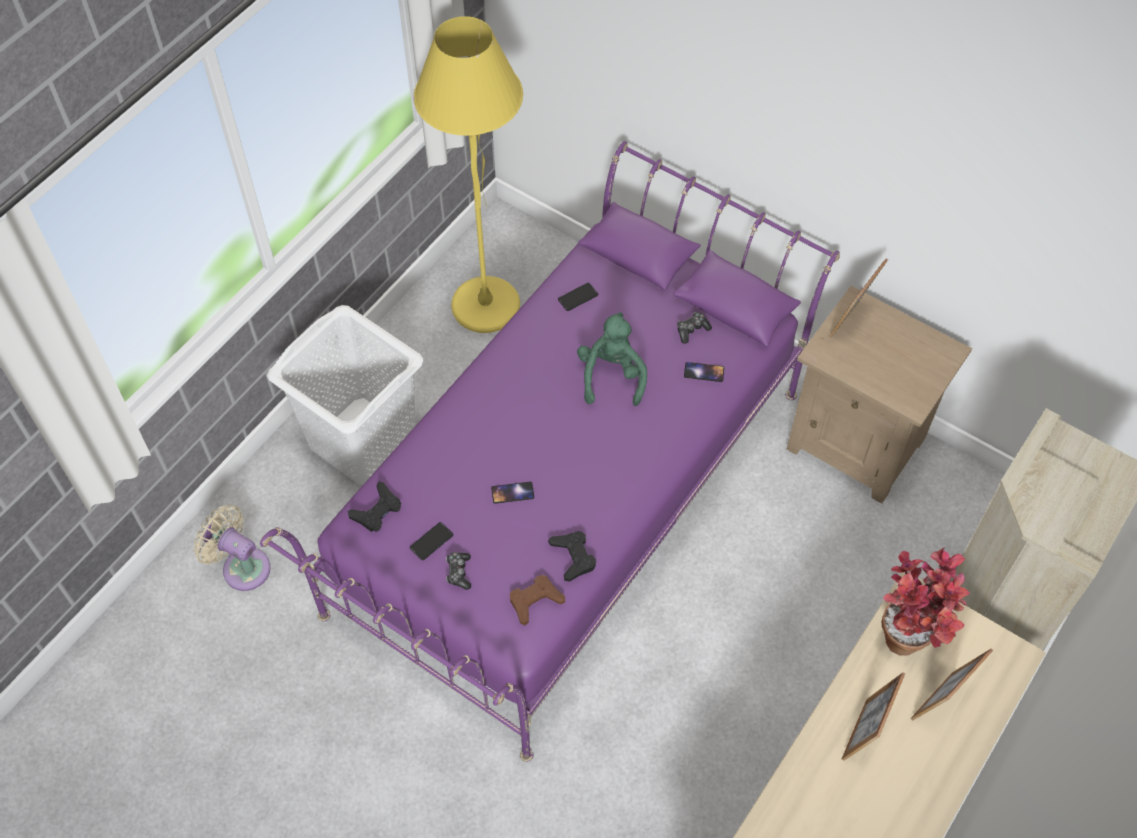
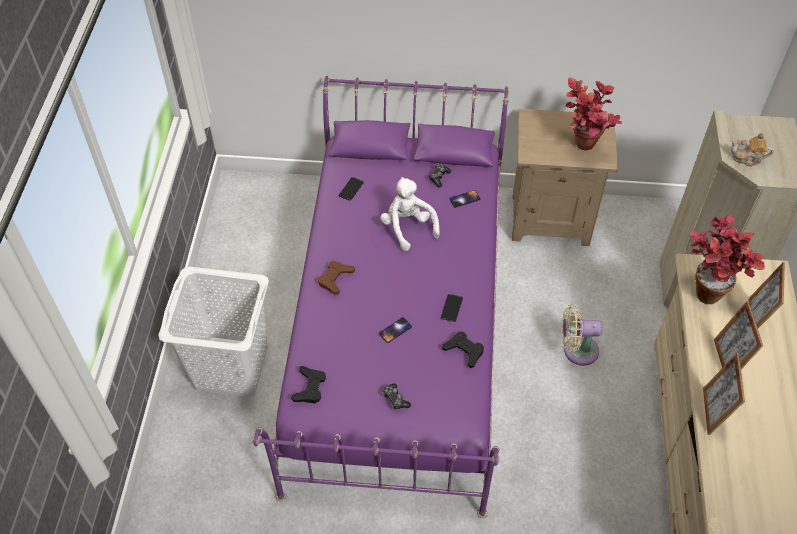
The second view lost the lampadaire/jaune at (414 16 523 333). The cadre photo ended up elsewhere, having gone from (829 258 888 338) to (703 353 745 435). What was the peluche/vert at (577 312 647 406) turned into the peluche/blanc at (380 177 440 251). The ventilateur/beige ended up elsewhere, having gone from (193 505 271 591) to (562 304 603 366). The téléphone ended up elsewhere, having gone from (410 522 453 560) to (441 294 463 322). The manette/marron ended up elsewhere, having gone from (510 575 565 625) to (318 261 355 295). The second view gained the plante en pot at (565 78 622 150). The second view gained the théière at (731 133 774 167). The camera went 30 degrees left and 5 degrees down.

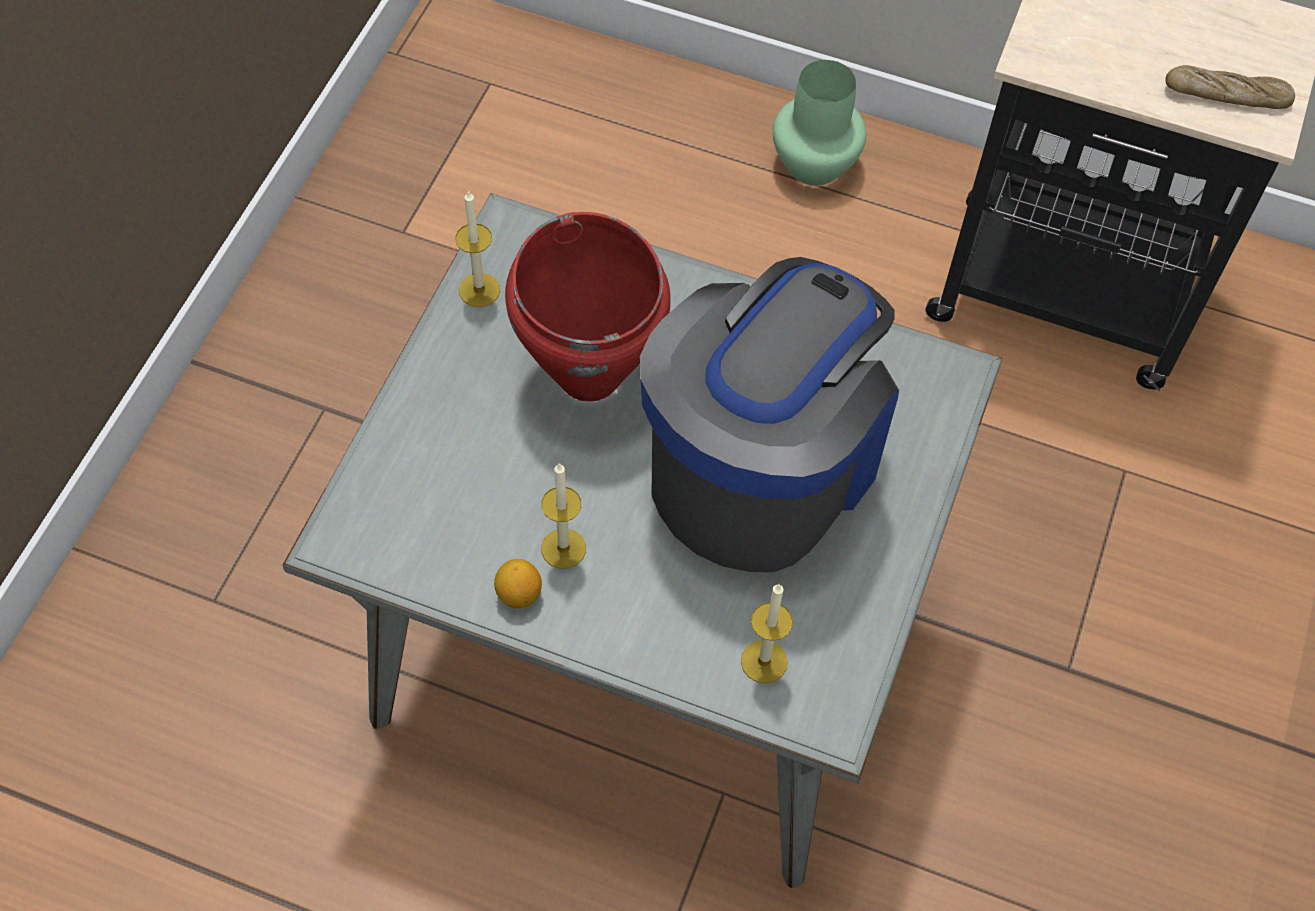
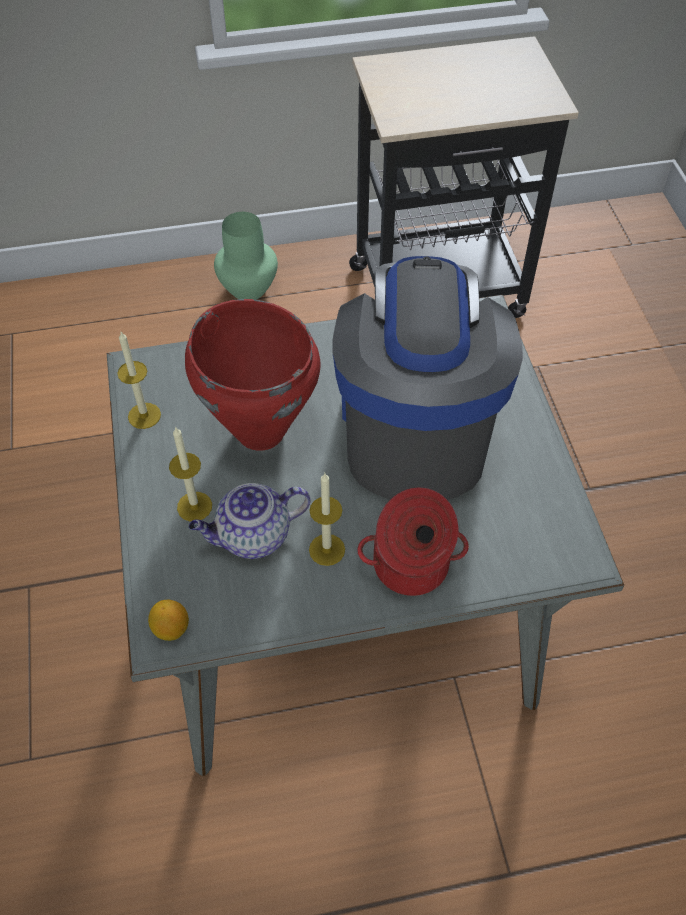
The second view lost the pain at (1165 65 1295 109). The citron ended up elsewhere, having gone from (494 559 542 609) to (148 600 189 641). The bougie ended up elsewhere, having gone from (741 584 793 683) to (169 426 212 522). The second view gained the théière at (189 483 311 559). The second view gained the marmite at (357 488 469 596). The camera went 30 degrees left and 5 degrees down.

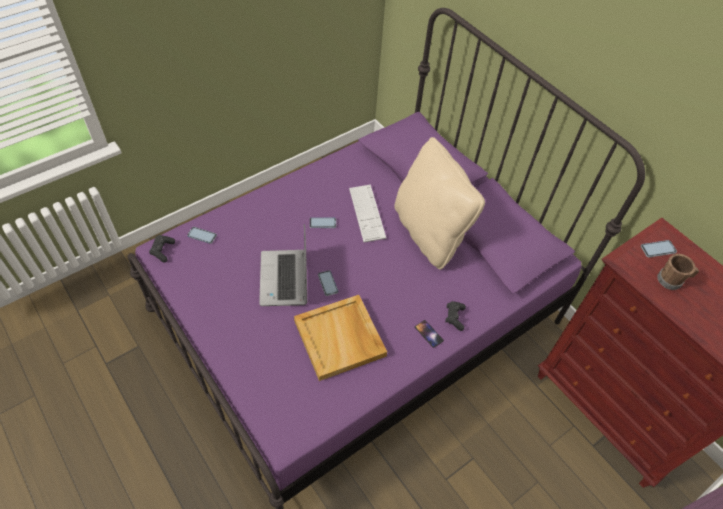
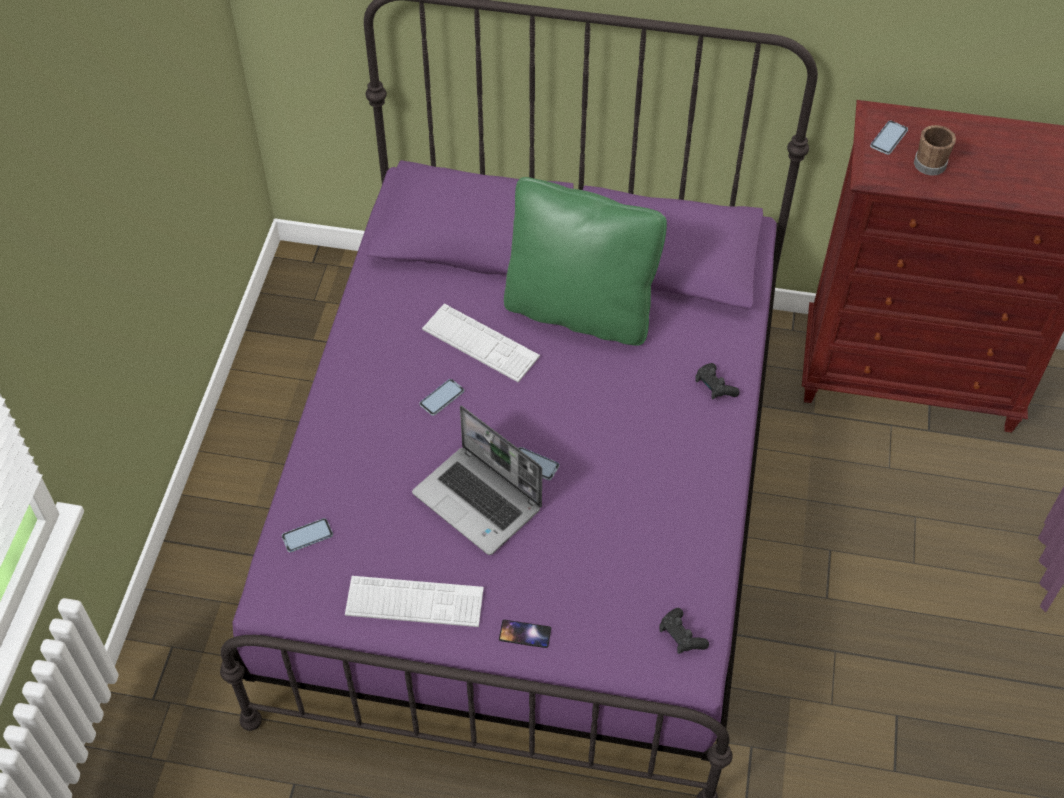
What was the coussin/beige at (394 137 485 269) turned into the coussin/vert at (504 177 667 346). The manette/noir ended up elsewhere, having gone from (149 235 175 263) to (659 608 709 654). The second view lost the plateau/beige at (294 295 387 381). The téléphone ended up elsewhere, having gone from (415 320 444 348) to (499 620 551 648). The second view gained the clavier at (345 576 484 627). The camera went 40 degrees left and 0 degrees up.

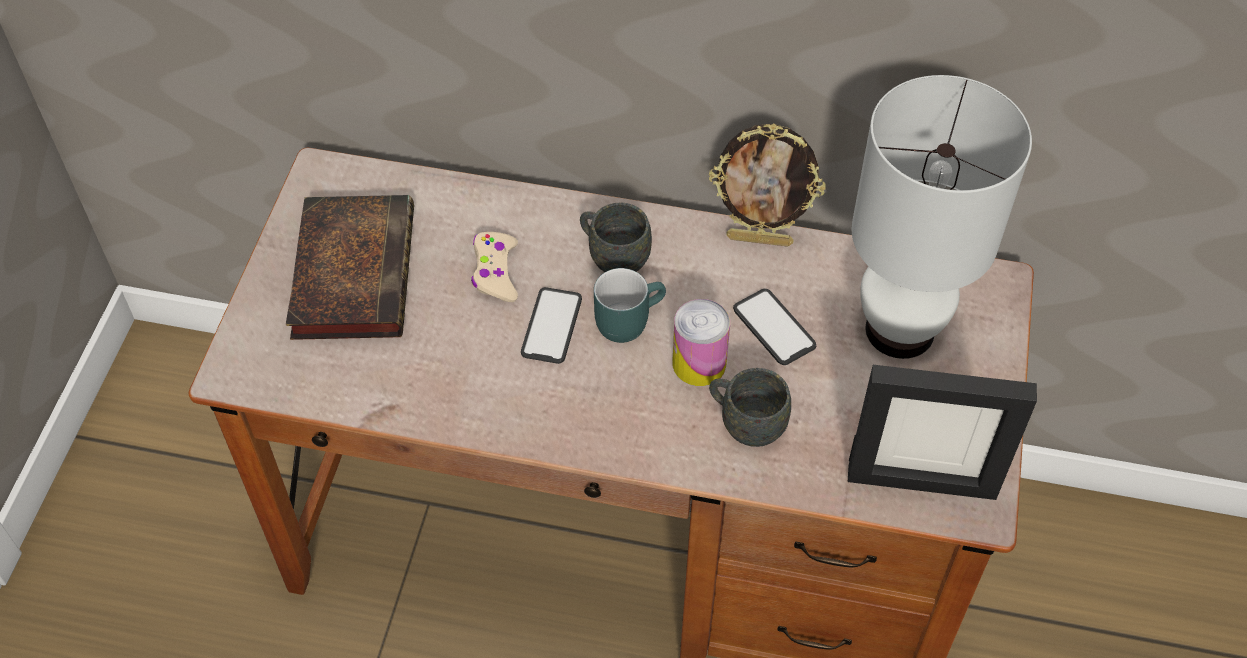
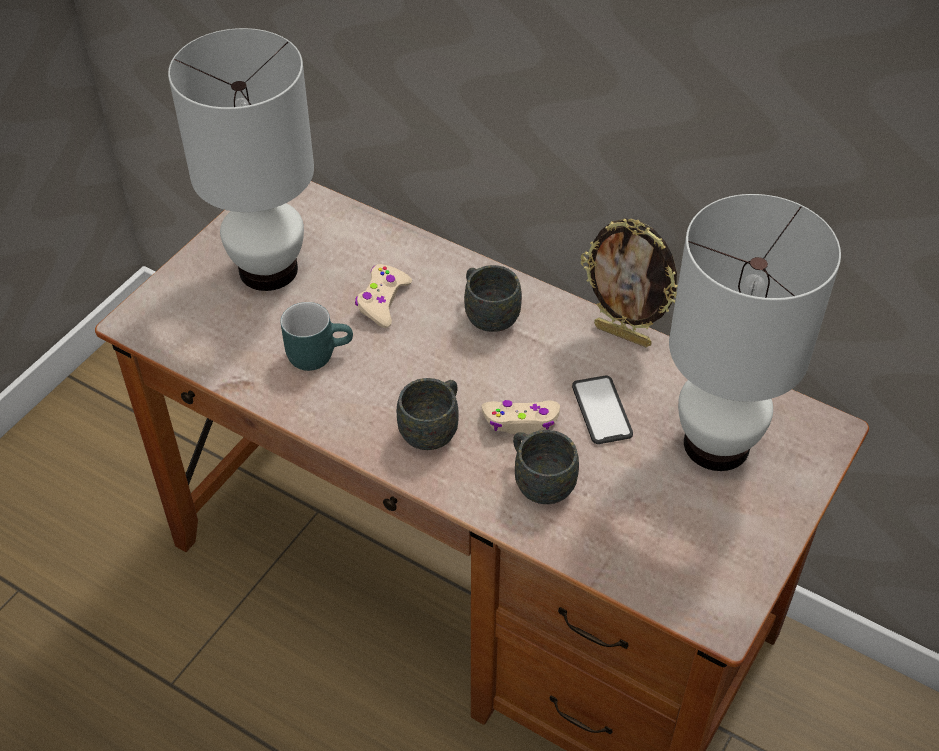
Where the livre stood at (286 195 414 340), the lampe de table/blanc came to stand at (168 28 314 291). The mug/turquoise ended up elsewhere, having gone from (594 268 666 343) to (280 302 353 371). The second view lost the téléphone at (521 287 582 364). Where the boîte métallique stood at (672 299 730 386), the manette/beige came to stand at (482 400 560 434). The second view lost the cadre photo at (848 365 1037 500). The second view gained the mug/gris at (397 378 459 450). The camera went 20 degrees right and 5 degrees down.

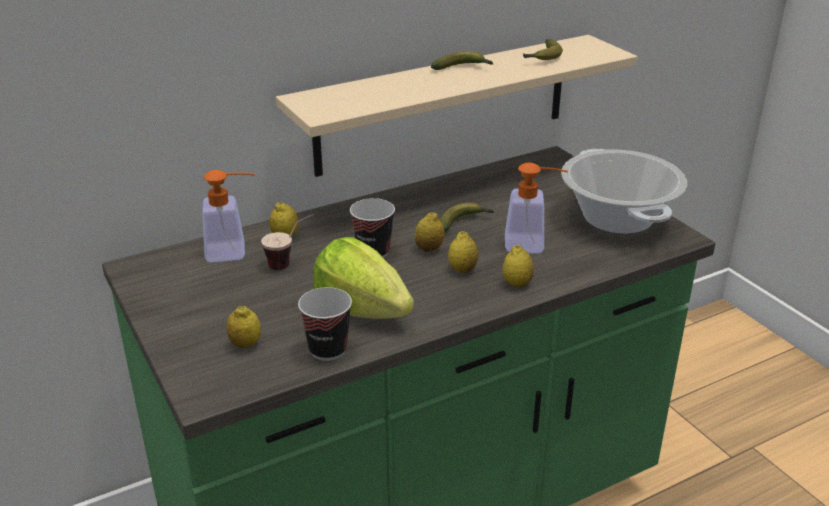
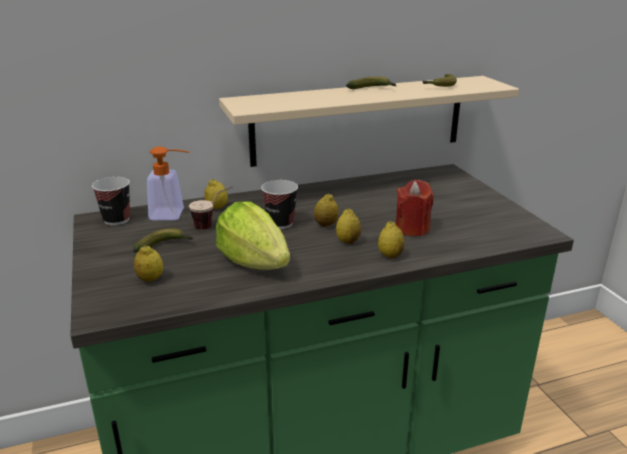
The second view lost the marmite at (561 149 687 234). Where the distributeur de savon stood at (505 163 568 253), the bougie/rouge came to stand at (396 180 434 236). The banane ended up elsewhere, having gone from (440 202 494 232) to (133 228 193 253). The tasse ended up elsewhere, having gone from (298 287 352 361) to (92 177 130 225). The camera went 10 degrees right and 5 degrees down.

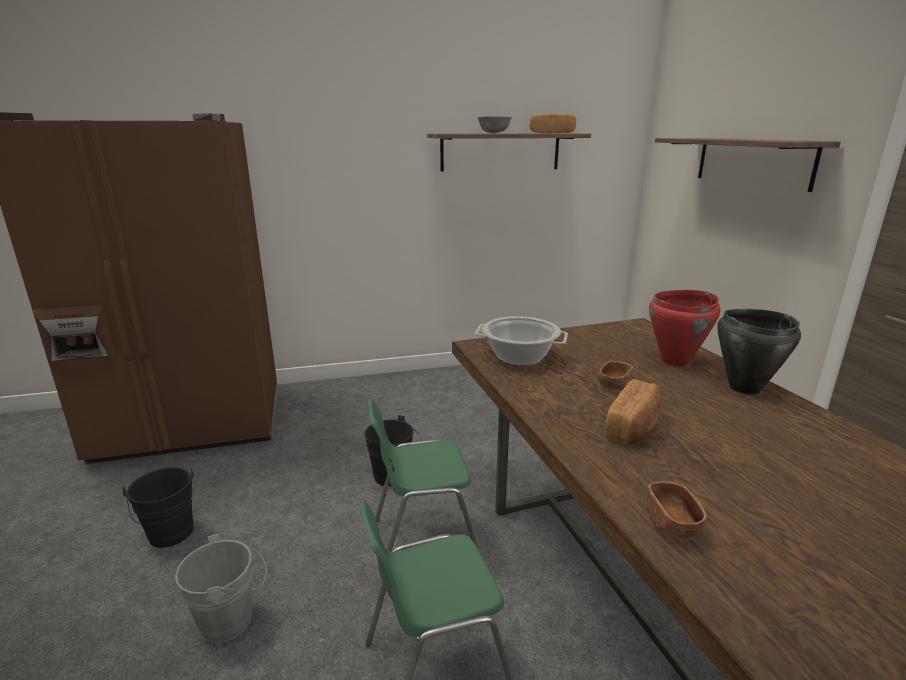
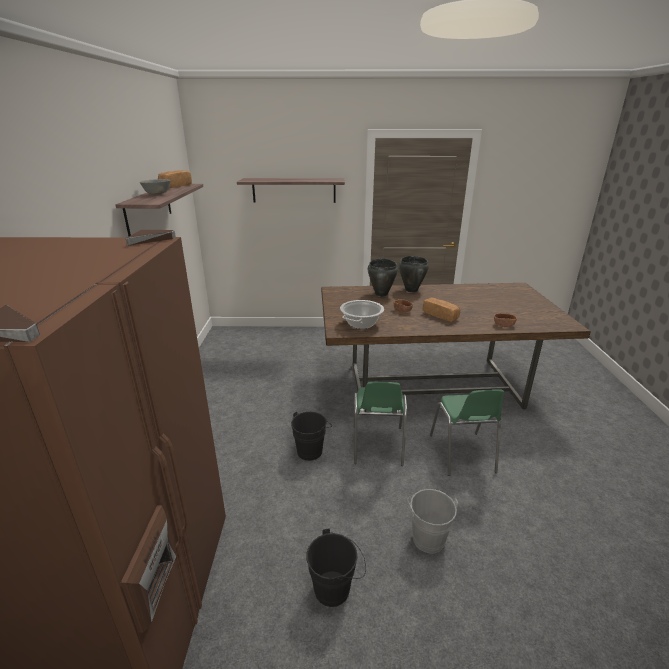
What was the marmite/rouge at (649 290 720 367) turned into the marmite/noir at (368 258 398 296). The camera went 75 degrees left and 5 degrees up.

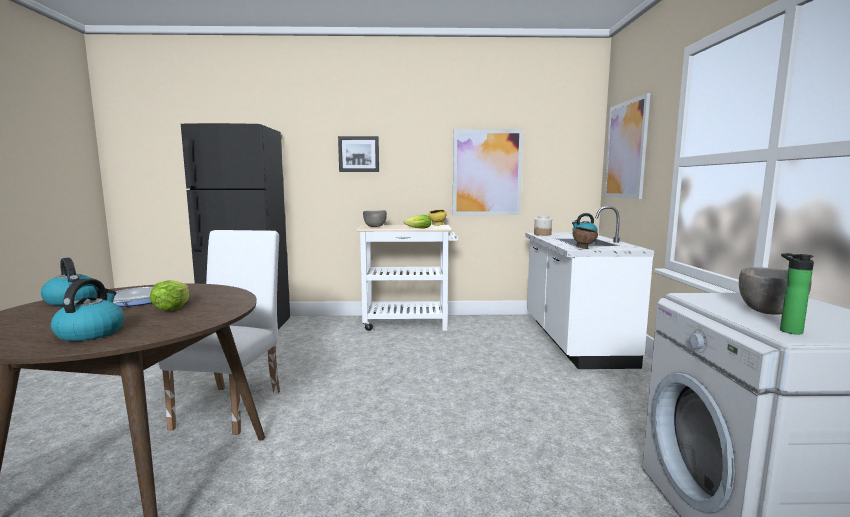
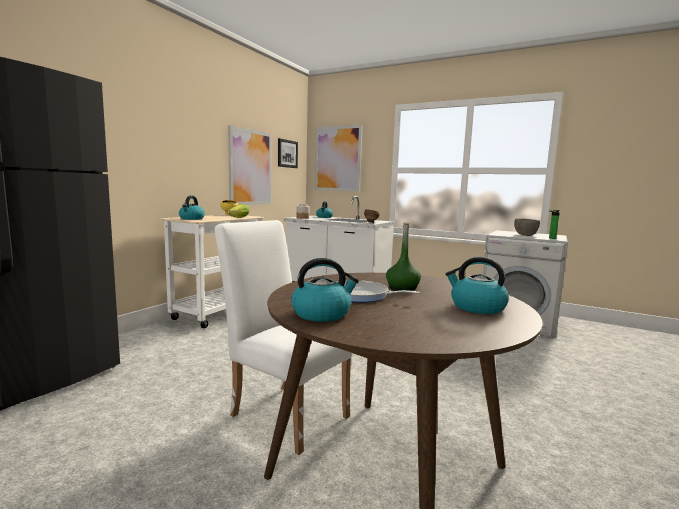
The tableau ended up elsewhere, having gone from (338 136 379 172) to (278 138 298 168). Where the bol/gris stood at (363 210 387 227), the bouilloire came to stand at (179 196 205 220). Where the laitue stood at (150 280 189 311), the bouteille/vert came to stand at (386 222 421 291). The camera went 60 degrees left and 0 degrees up.

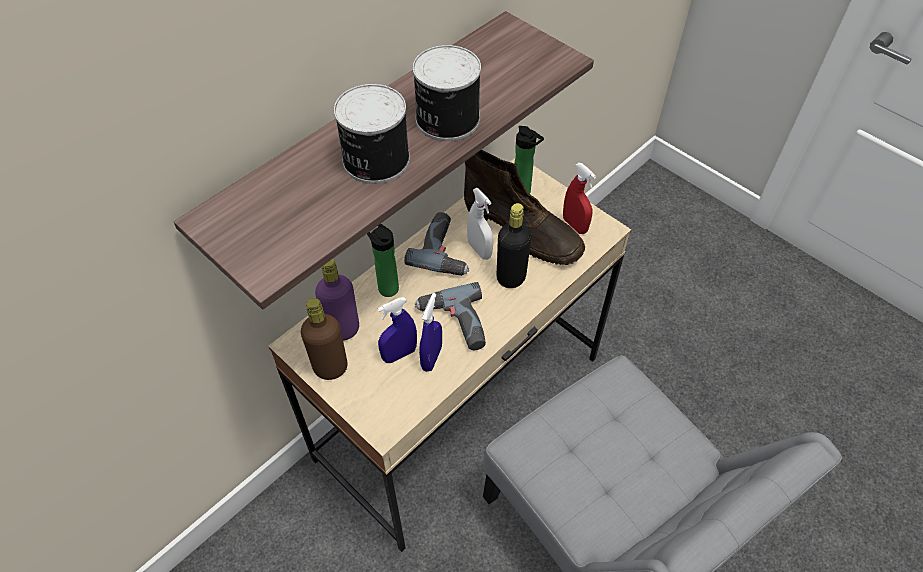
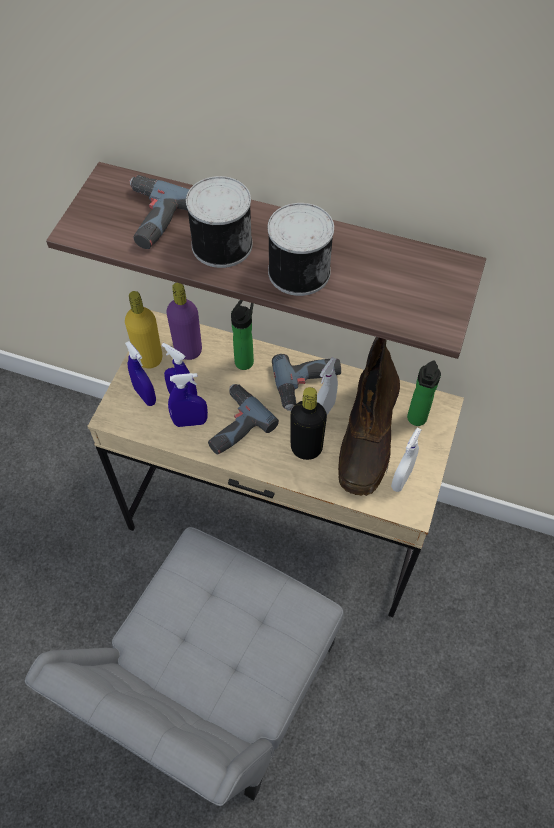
What was the vaporisateur/rouge at (563 163 596 234) turned into the vaporisateur/blanc at (391 428 421 492). What was the bouteille/marron at (301 298 348 380) turned into the bouteille/jaune at (125 291 162 368). The second view gained the perceuse at (129 175 189 249). The second view gained the vaporisateur/bleu at (125 341 156 406). The camera went 65 degrees right and 5 degrees up.

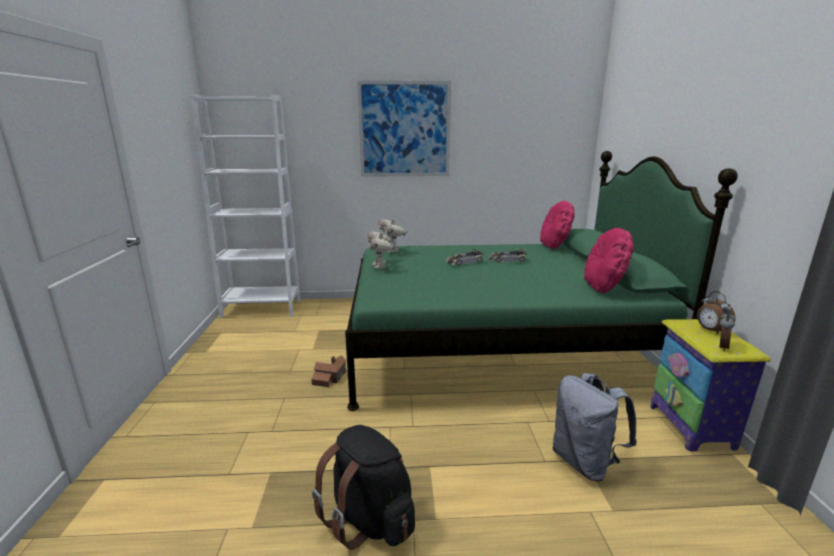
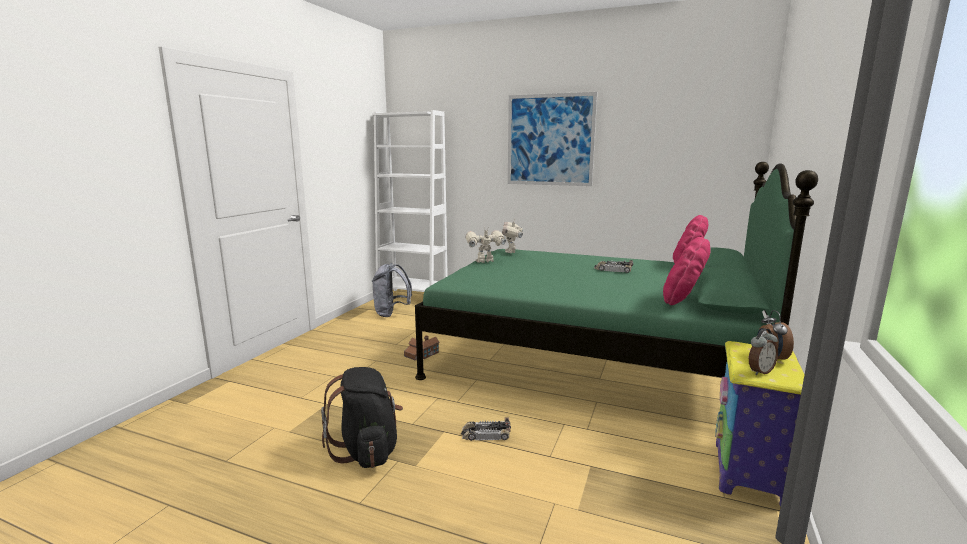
The robot jouet at (367 230 395 269) ended up facing another way, 60 degrees clockwise from before. The petite voiture ended up elsewhere, having gone from (446 249 484 265) to (461 417 511 441). The sac à dos/gris ended up elsewhere, having gone from (552 373 637 481) to (372 263 412 317). The camera went 25 degrees right and 5 degrees down.

